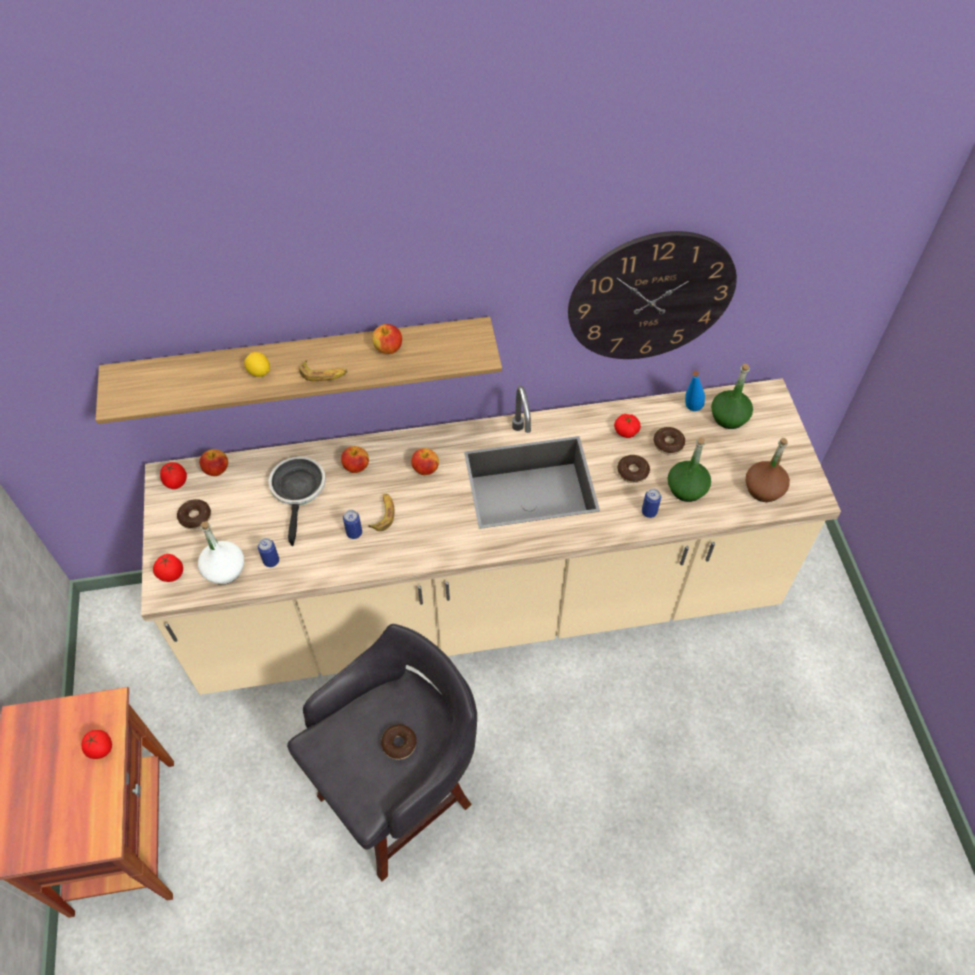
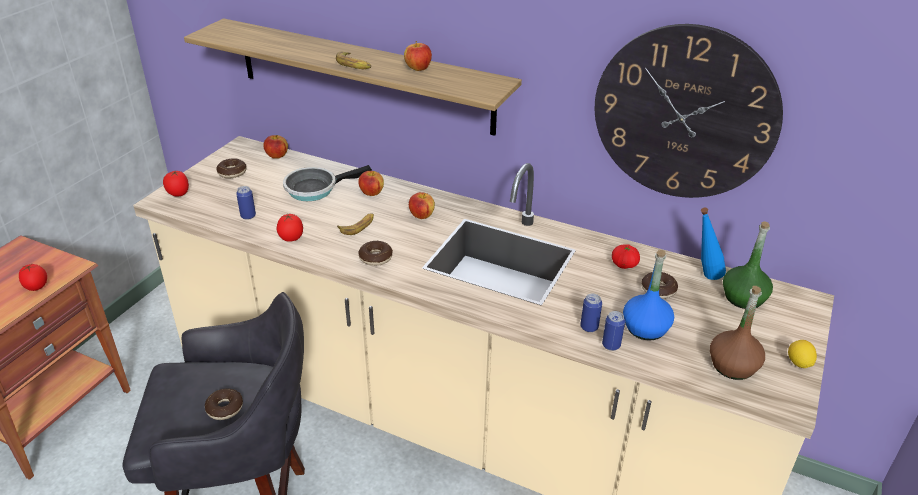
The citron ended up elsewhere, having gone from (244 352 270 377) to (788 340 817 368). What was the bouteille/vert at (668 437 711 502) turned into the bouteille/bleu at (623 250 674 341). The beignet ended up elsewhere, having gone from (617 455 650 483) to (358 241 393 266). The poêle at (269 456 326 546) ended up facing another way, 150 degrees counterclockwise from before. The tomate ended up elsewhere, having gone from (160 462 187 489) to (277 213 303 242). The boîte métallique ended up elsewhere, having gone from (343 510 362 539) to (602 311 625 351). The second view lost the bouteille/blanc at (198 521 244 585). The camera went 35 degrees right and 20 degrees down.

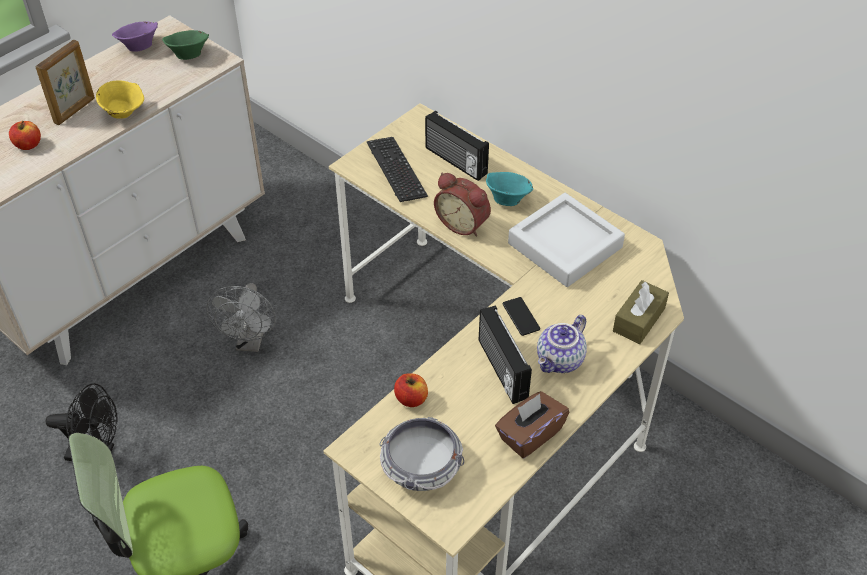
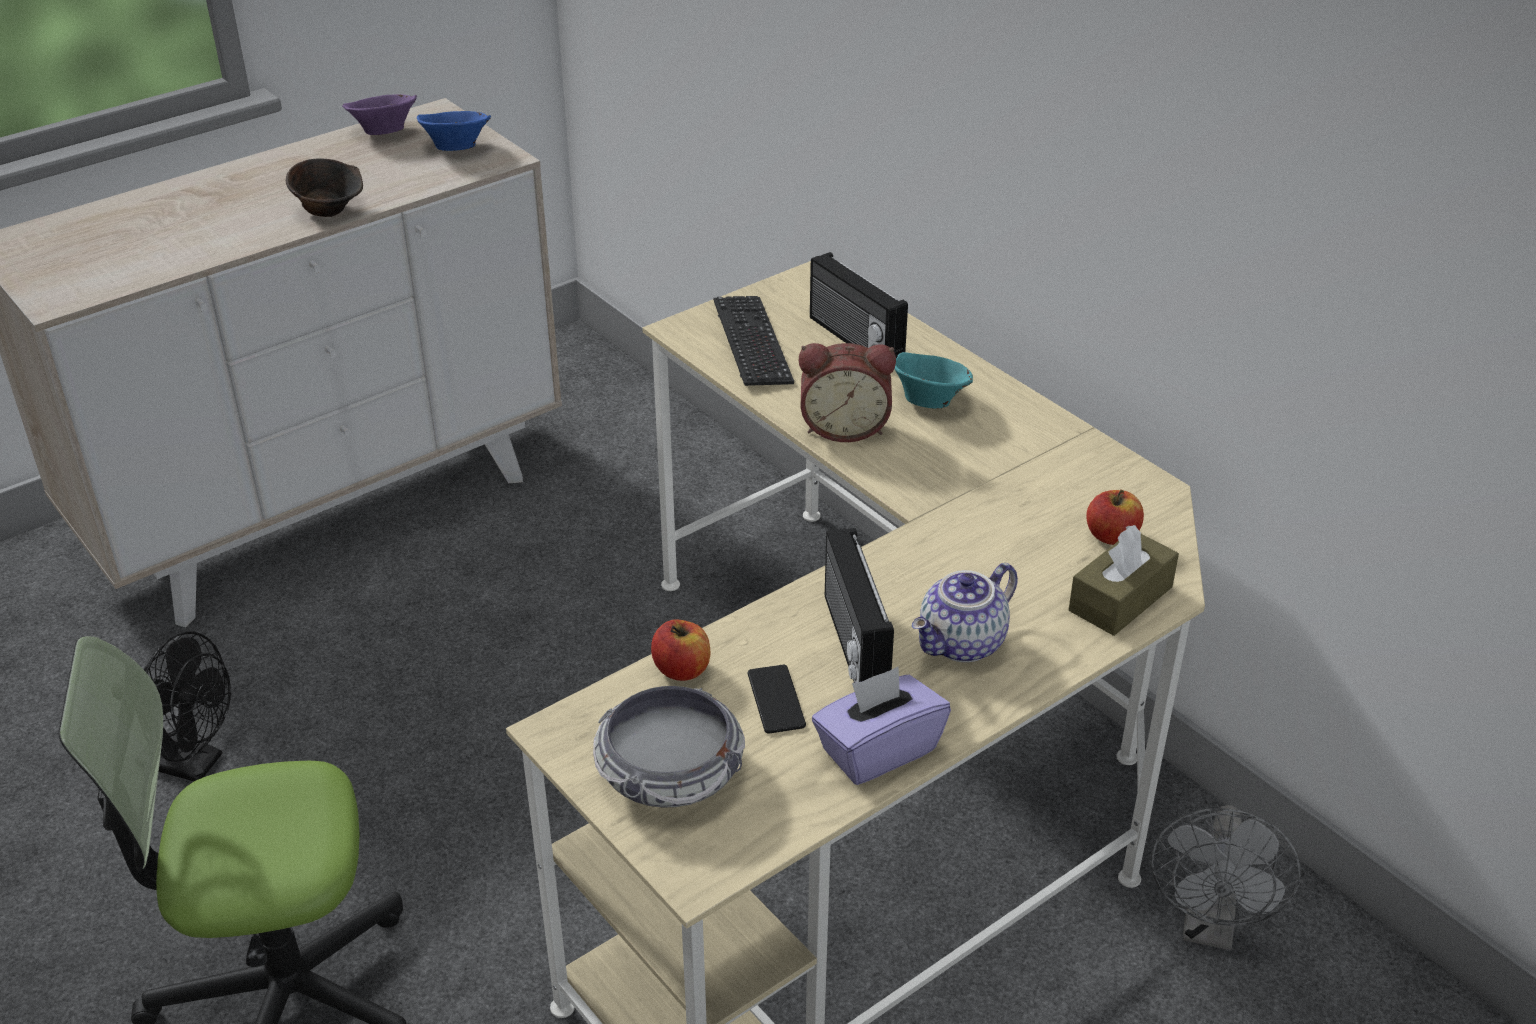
What was the bol/vert at (162 30 209 60) turned into the bol/bleu at (417 111 491 151). The second view lost the cadre photo at (35 40 95 125). What was the bol/jaune at (96 80 144 119) turned into the bol/marron at (286 158 363 217). The pomme ended up elsewhere, having gone from (9 121 41 150) to (1086 489 1144 545). The réveil at (434 173 491 237) ended up facing another way, 45 degrees counterclockwise from before. The second view lost the plateau/gris at (508 193 625 287). The ventilateur/gris ended up elsewhere, having gone from (206 283 276 352) to (1151 805 1301 950). The téléphone ended up elsewhere, having gone from (503 297 540 336) to (748 665 806 734). What was the boîte à mouchoirs/marron at (495 391 569 458) turned into the boîte à mouchoirs/violet at (812 667 951 785). The camera went 10 degrees right and 10 degrees down.

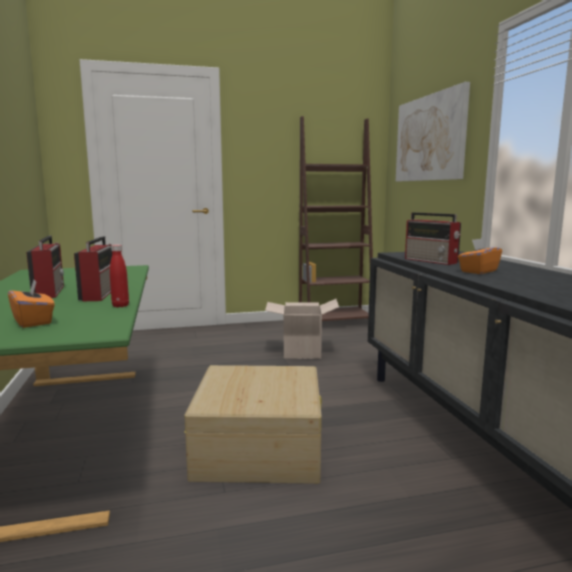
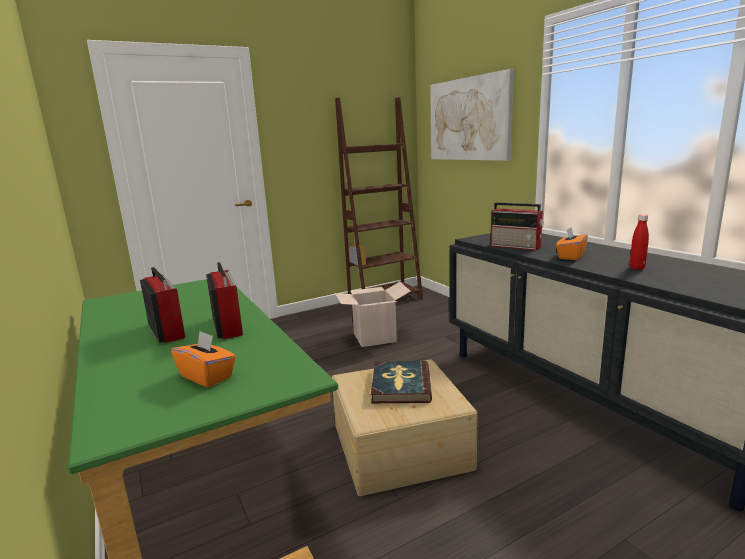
The bouteille/rouge ended up elsewhere, having gone from (110 244 129 307) to (629 214 649 270). The second view gained the livre at (371 361 432 403). The camera went 15 degrees left and 5 degrees up.

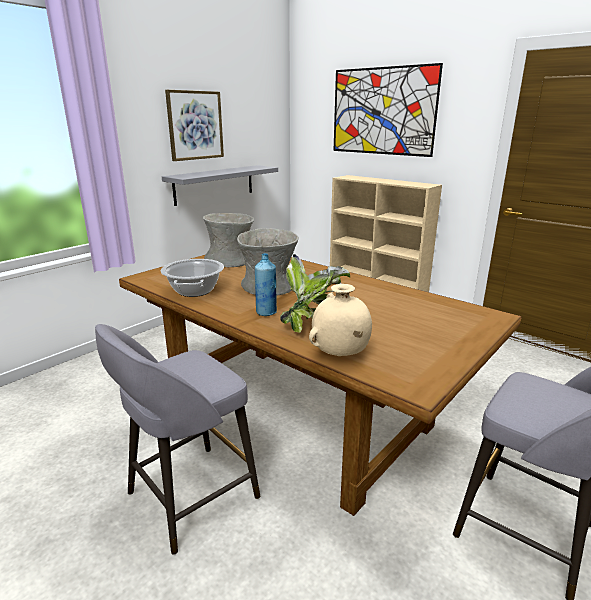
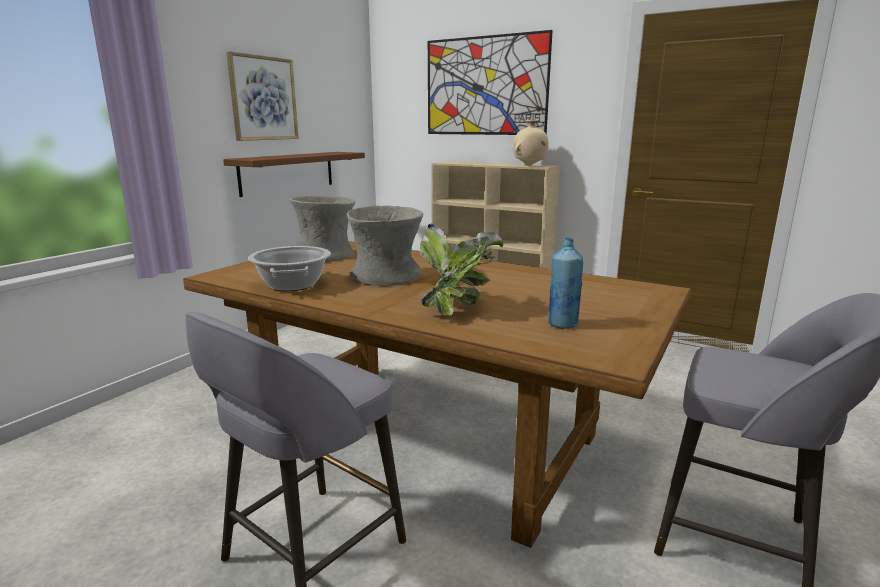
What was the étagère/gris at (162 165 278 206) turned into the étagère/marron at (223 152 365 197). The bouteille/bleu ended up elsewhere, having gone from (255 253 277 316) to (548 238 583 329). The vase/beige ended up elsewhere, having gone from (309 284 372 356) to (513 120 549 166). The camera went 10 degrees left and 5 degrees down.

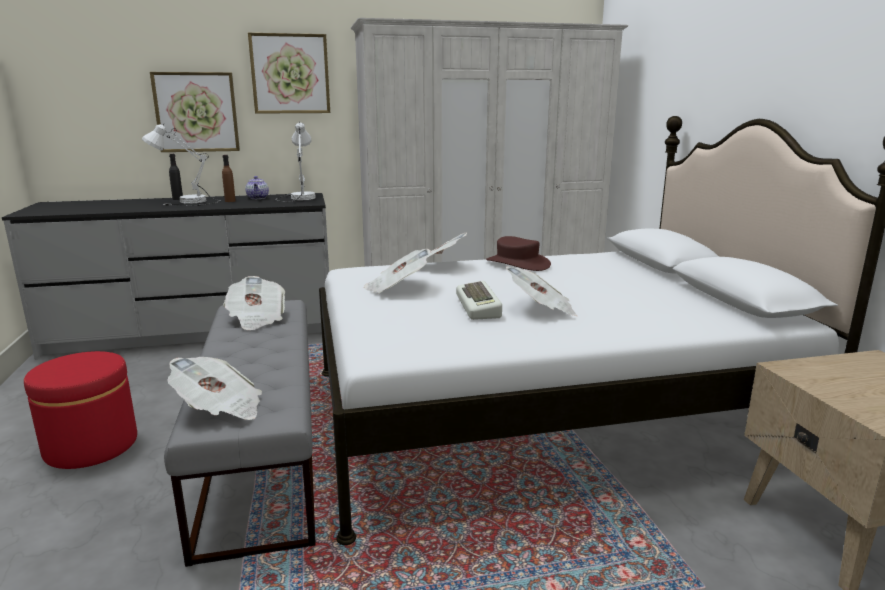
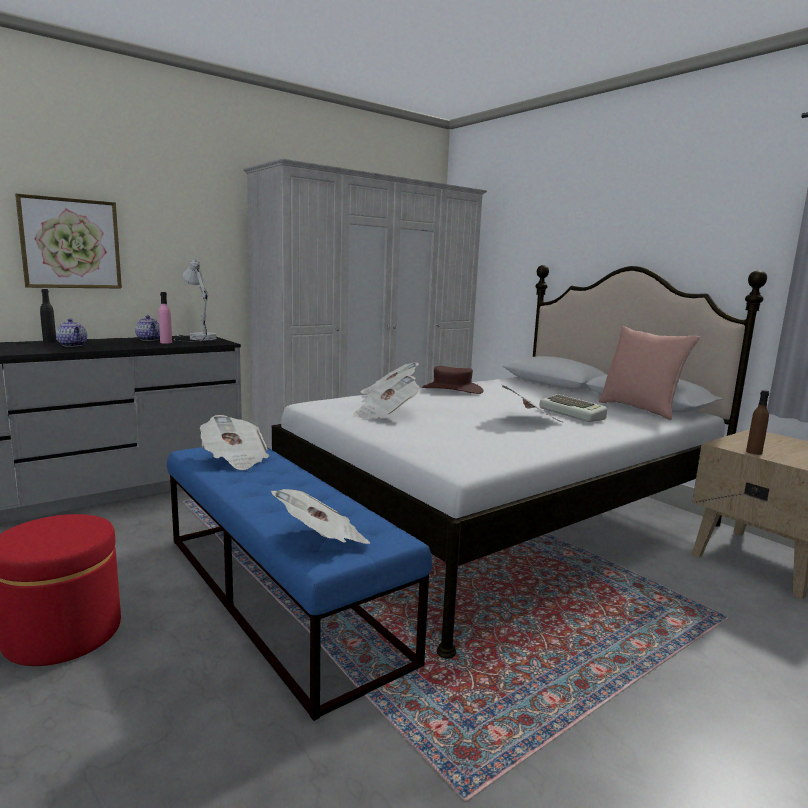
The second view lost the tableau at (248 33 330 114). Where the lampe de table/blanc stood at (142 124 221 206), the théière came to stand at (56 319 87 347). The bouteille/marron ended up elsewhere, having gone from (222 155 236 202) to (746 390 769 455). The clavier ended up elsewhere, having gone from (456 281 502 320) to (539 394 607 422). What was the banc/gris at (164 300 316 567) turned into the banc/bleu at (167 447 432 721). The second view gained the bouteille/rose at (159 292 172 344). The second view gained the coussin/rose at (599 326 700 420). The camera went 25 degrees left and 5 degrees down.

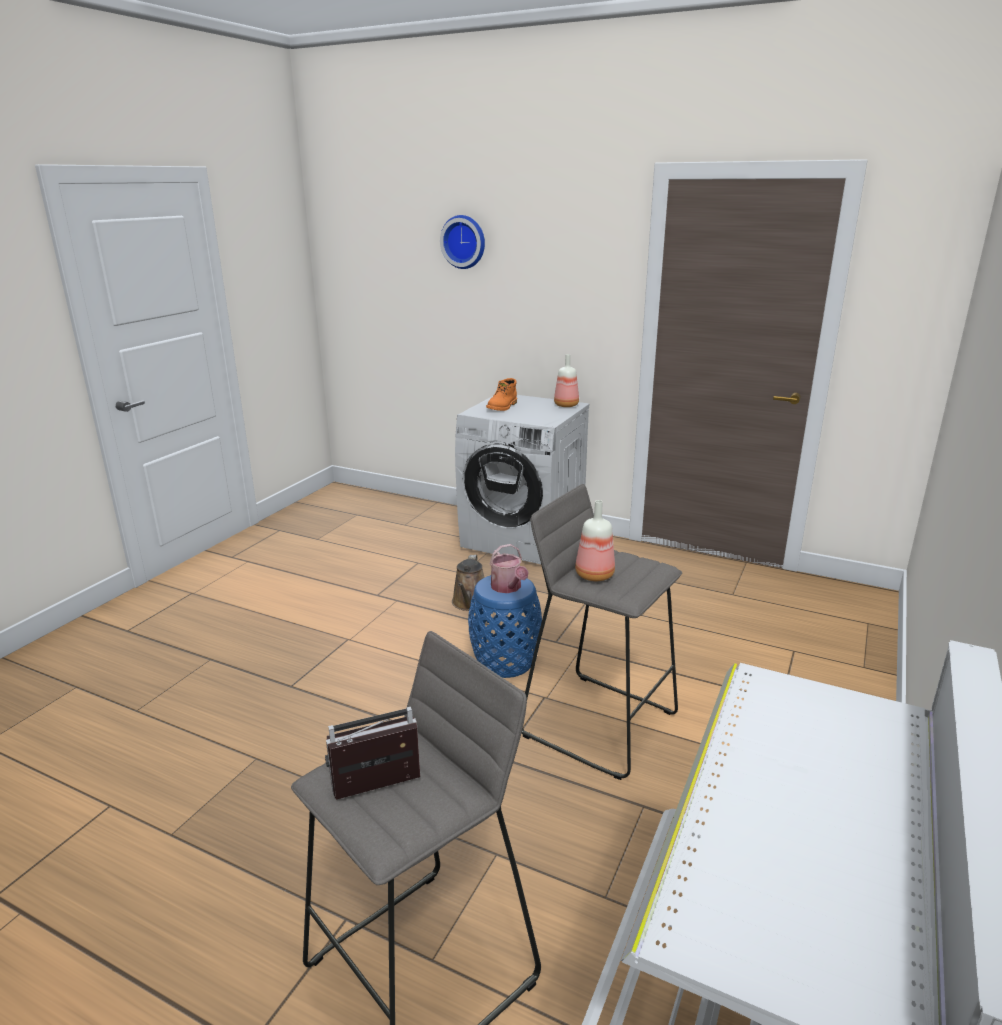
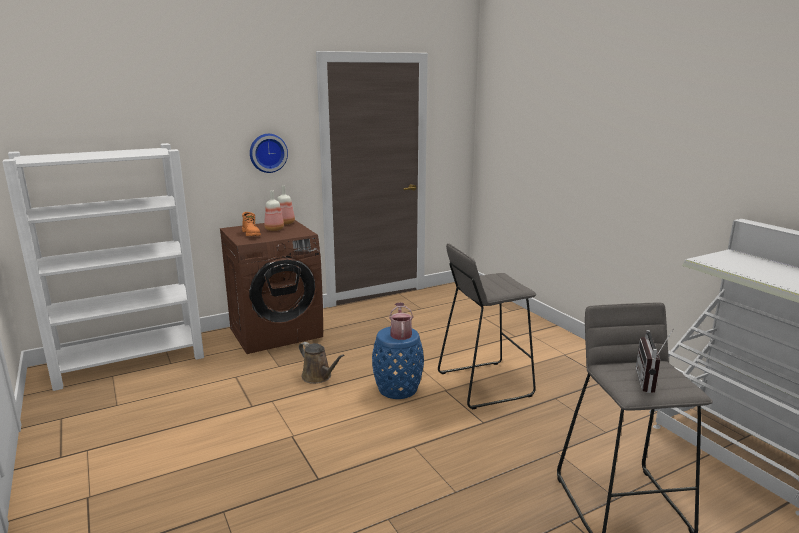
The horloge murale ended up elsewhere, having gone from (440 215 485 269) to (250 134 288 173). What was the lave-linge/blanc at (455 395 589 564) turned into the lave-linge/marron at (220 220 323 354). The bouteille ended up elsewhere, having gone from (575 500 615 581) to (264 191 284 231). The arrosoir at (490 544 529 593) ended up facing another way, 105 degrees counterclockwise from before. The second view gained the bibliothèque/blanc at (2 143 204 391). The camera went 55 degrees left and 5 degrees down.

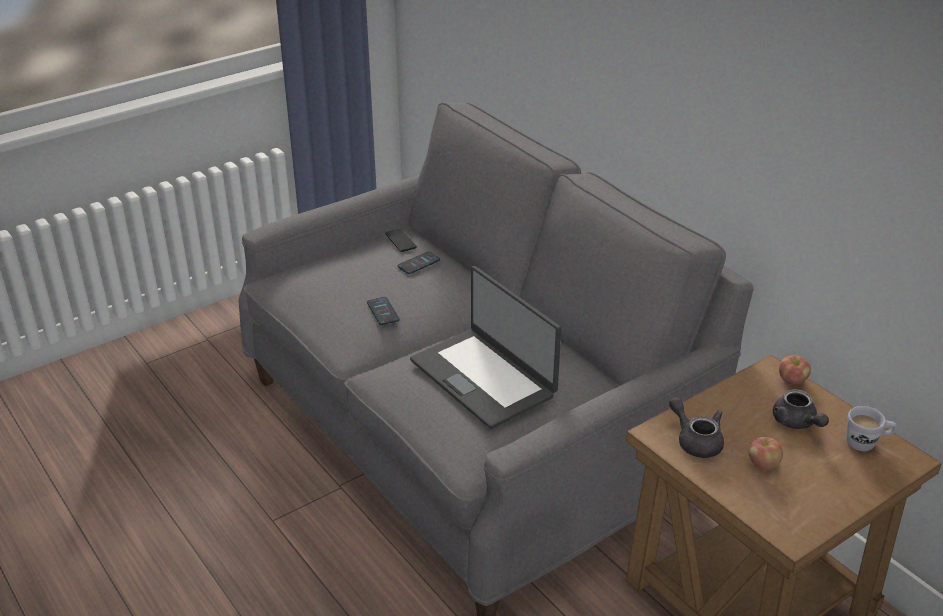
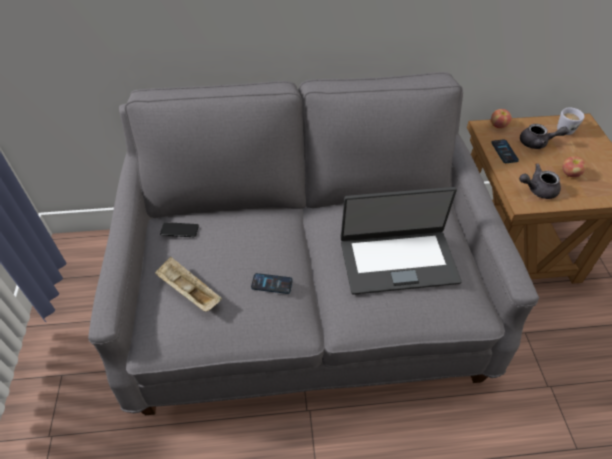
The téléphone ended up elsewhere, having gone from (398 252 440 274) to (491 139 519 163). The second view gained the plateau/beige at (155 256 222 312). The camera went 60 degrees left and 15 degrees up.

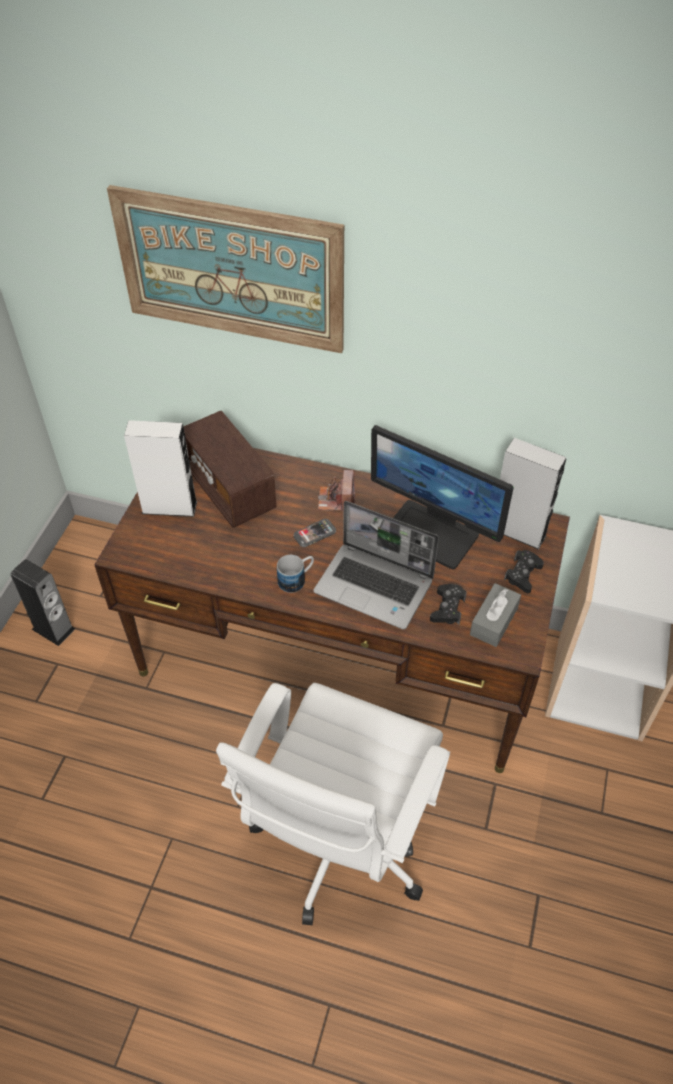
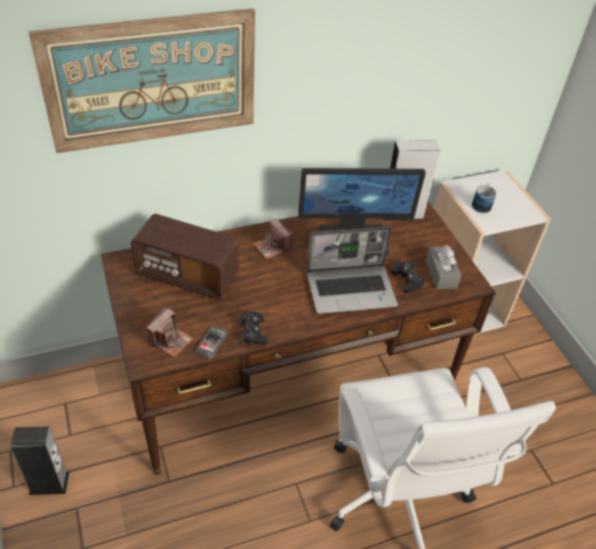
The second view lost the enceinte/blanc at (124 420 197 517). The téléphone ended up elsewhere, having gone from (294 519 336 547) to (196 326 228 358). The manette/noir ended up elsewhere, having gone from (504 550 544 593) to (239 311 268 345). The mug ended up elsewhere, having gone from (277 555 314 593) to (472 183 496 213). The second view gained the appareil photo at (146 307 193 357). The camera went 40 degrees left and 5 degrees down.

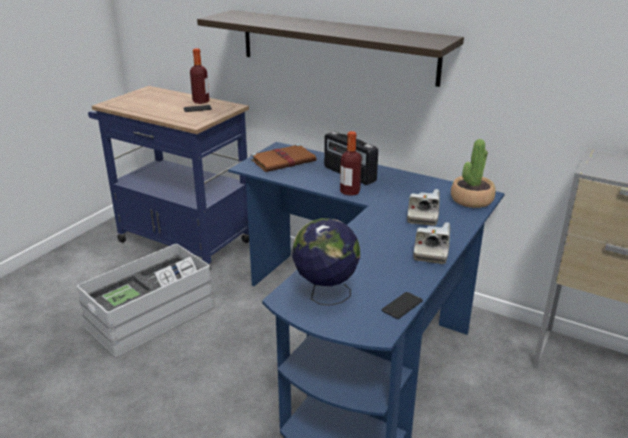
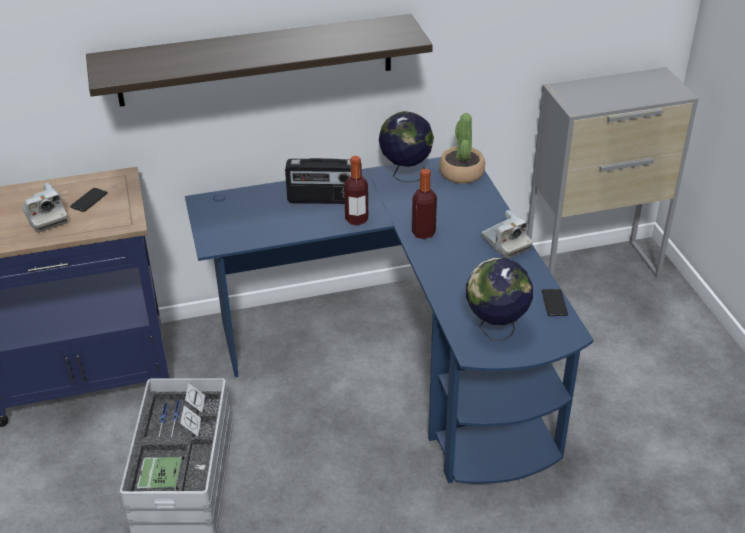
The bouteille ended up elsewhere, having gone from (190 48 209 104) to (412 169 437 239). The second view lost the livre/marron at (251 144 316 172). The appareil photo ended up elsewhere, having gone from (407 189 440 226) to (22 183 68 233). The second view gained the globe at (379 111 434 182). The camera went 45 degrees left and 10 degrees up.

